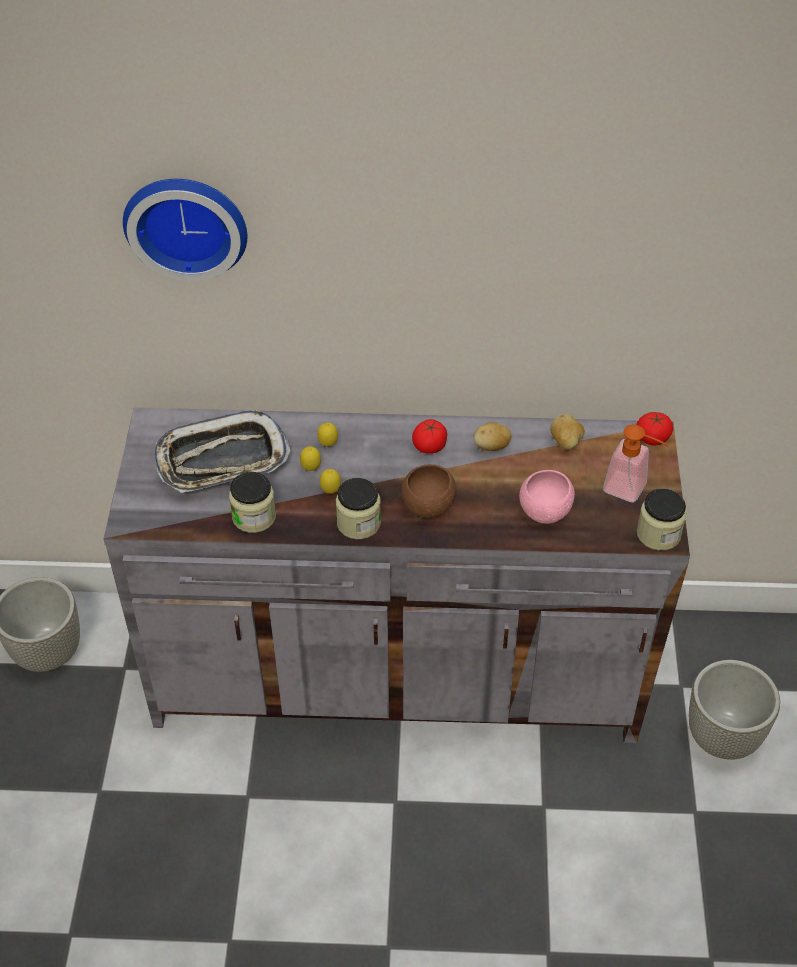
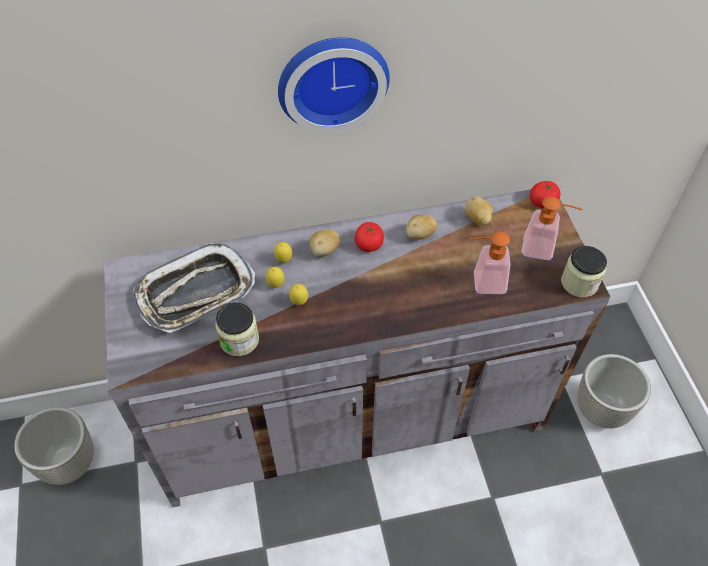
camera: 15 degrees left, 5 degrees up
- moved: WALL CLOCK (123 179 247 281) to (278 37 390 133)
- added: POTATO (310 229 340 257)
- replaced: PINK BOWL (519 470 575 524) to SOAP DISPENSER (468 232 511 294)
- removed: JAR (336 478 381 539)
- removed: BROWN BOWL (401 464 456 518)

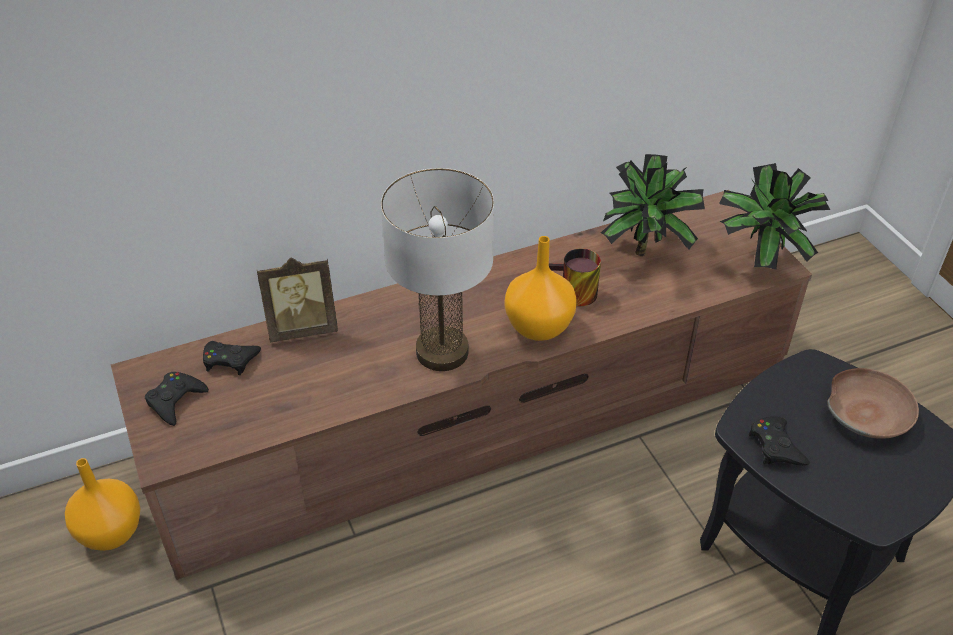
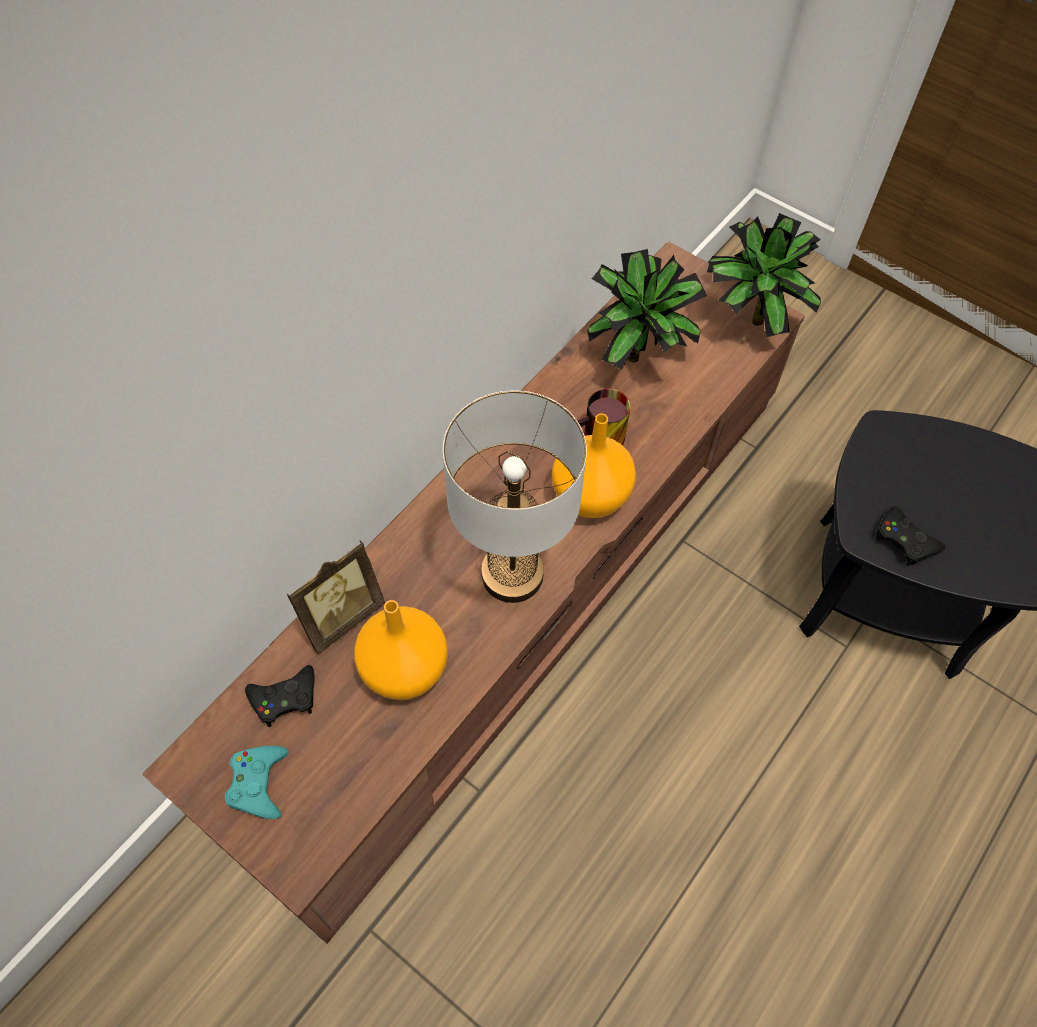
camera: 30 degrees left, 15 degrees up
- recoloured: BLACK GAME CONTROLLER (145 372 209 426) to TURQUOISE GAME CONTROLLER (225 746 289 819)
- moved: ORANGE VASE (65 458 140 551) to (354 600 448 700)
- removed: BROWN BOWL (827 368 919 439)

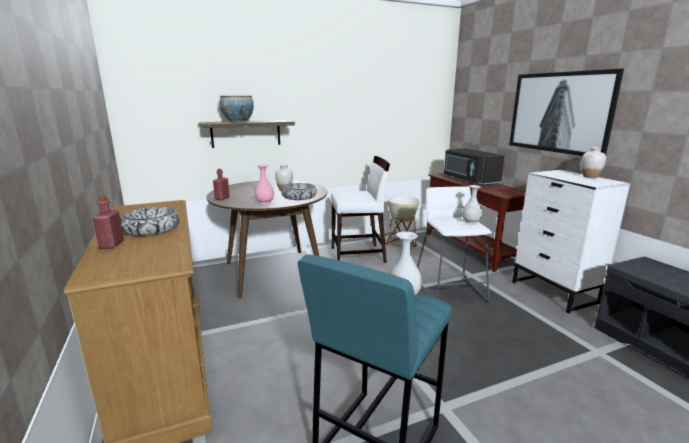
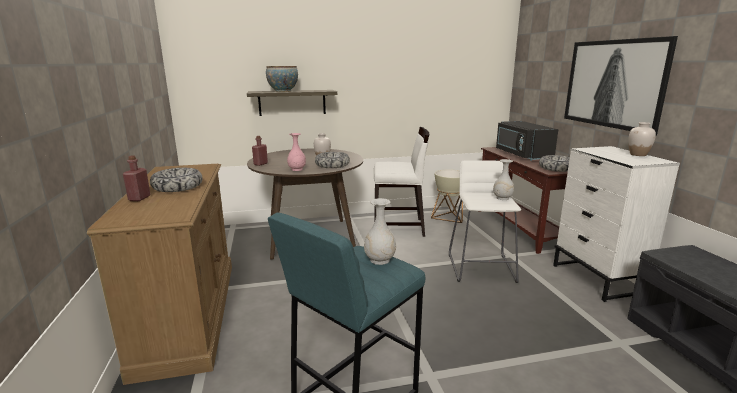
camera: 10 degrees right, 0 degrees up
- added: BOWL (539 155 570 172)

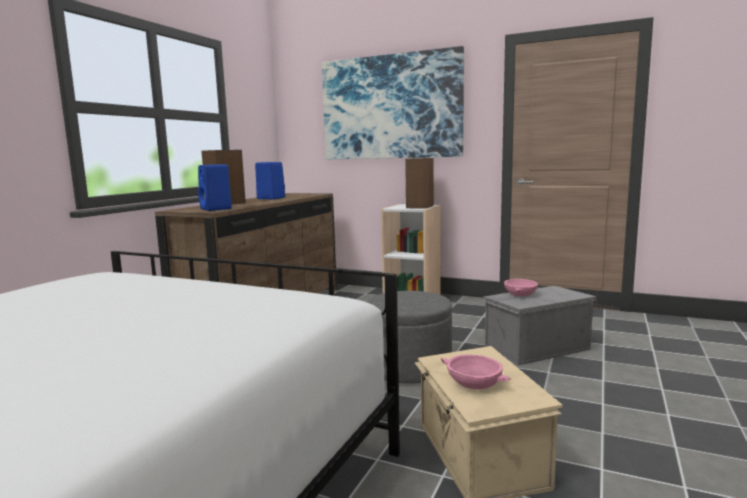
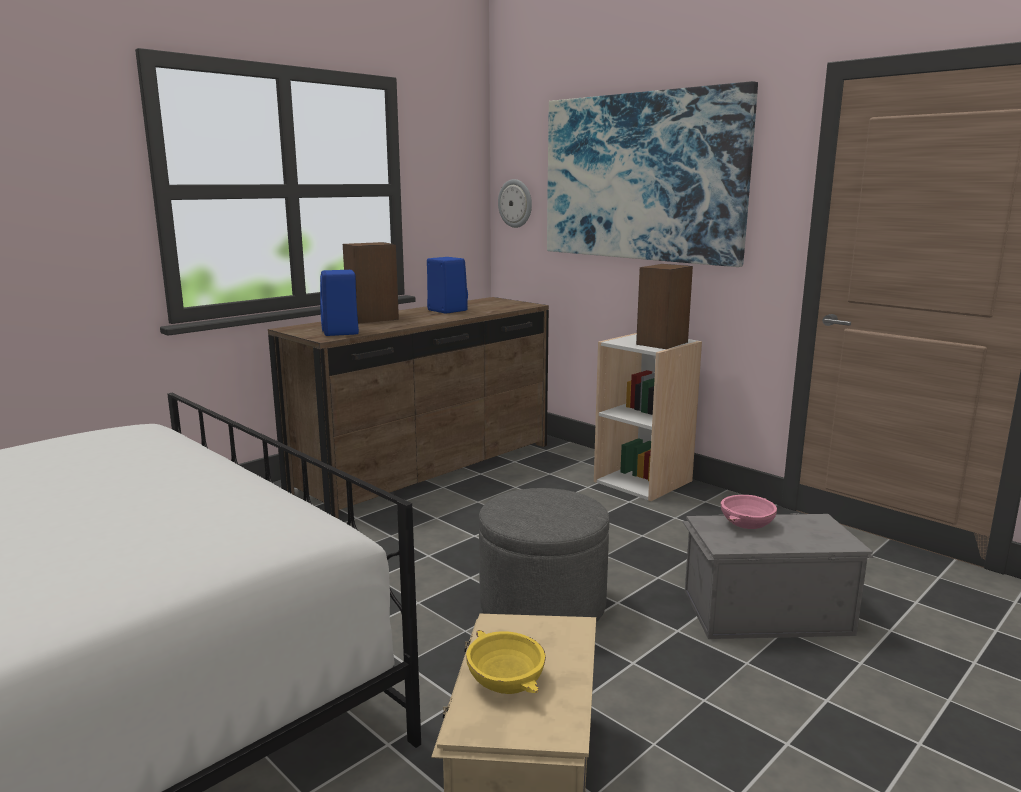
camera: 20 degrees right, 5 degrees up
- recoloured: PINK BOWL (441 354 511 389) to YELLOW BOWL (466 630 546 694)
- added: WALL CLOCK (498 179 532 228)

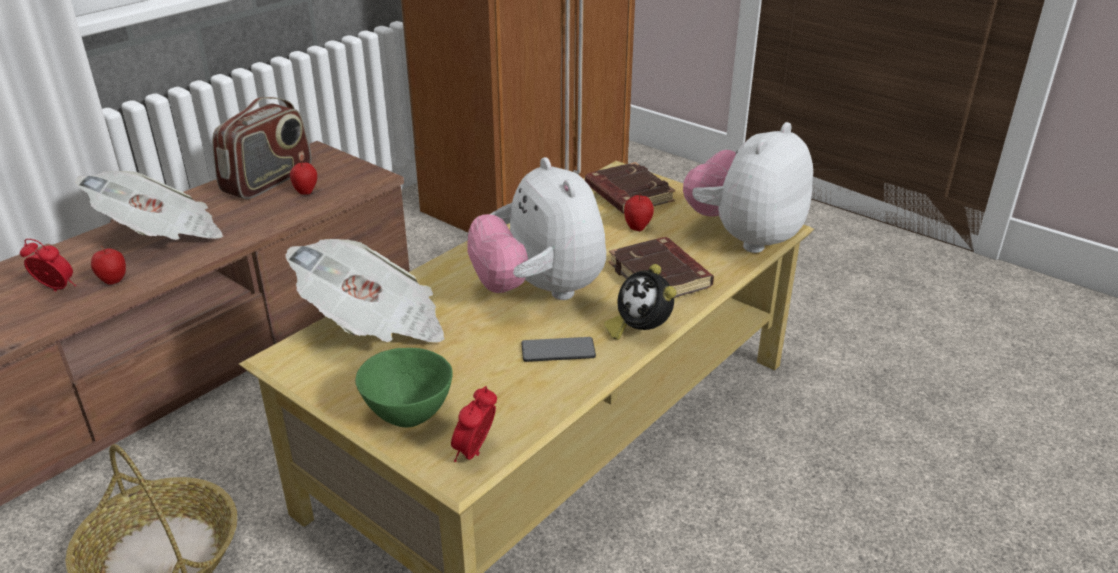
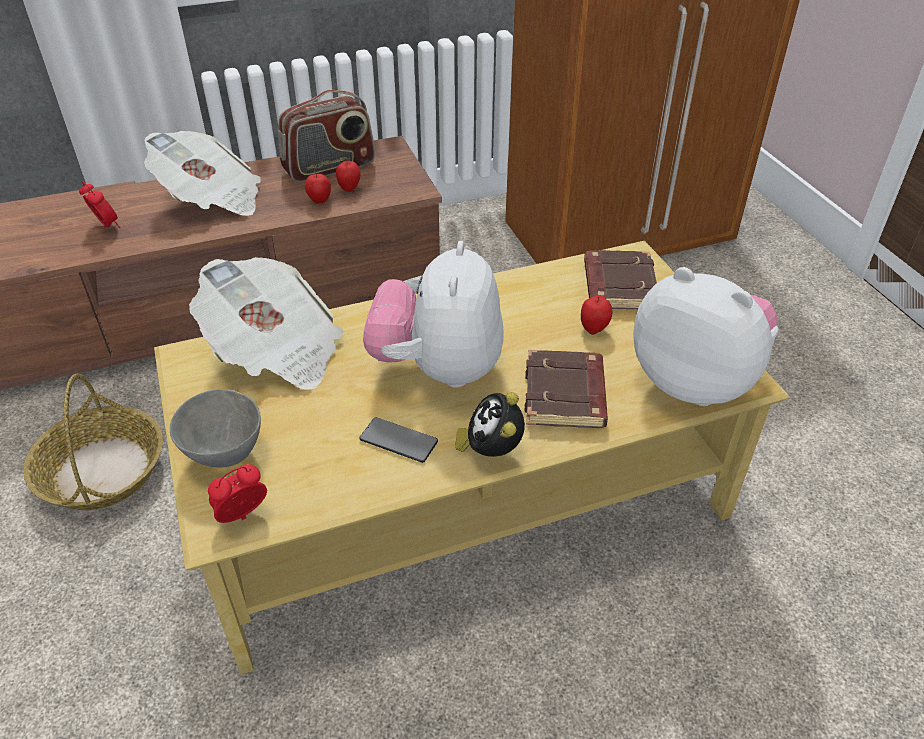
camera: 30 degrees right, 10 degrees up
- recoloured: GREEN BOWL (355 348 453 427) to GREY BOWL (170 389 261 467)
- moved: APPLE (91 246 126 285) to (305 171 331 203)
- turned: PLUSH TOY (683 122 813 253) = (633 267 779 406) 60 degrees clockwise

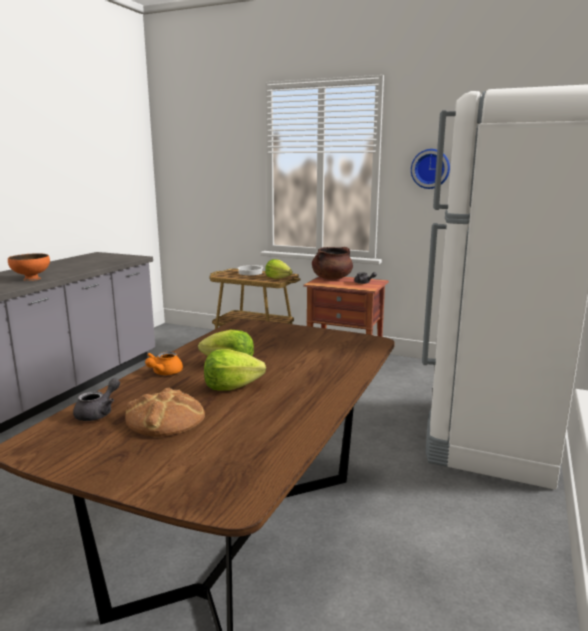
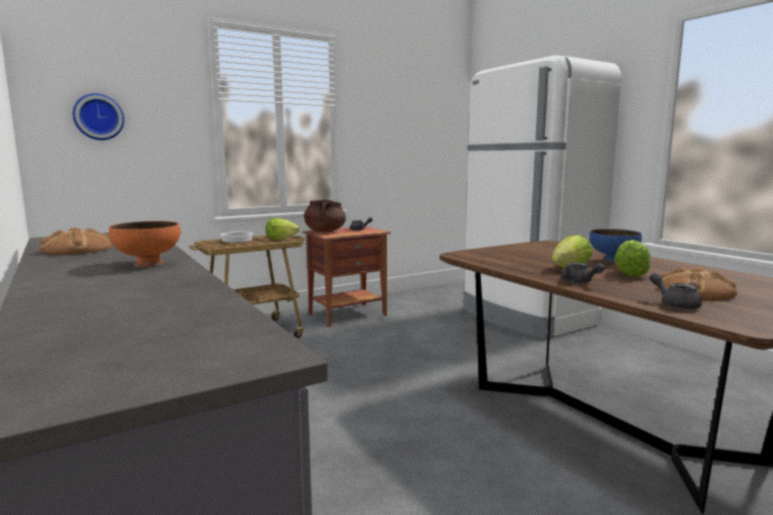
camera: 55 degrees left, 5 degrees down
- added: BREAD (40 227 112 255)
- moved: WALL CLOCK (411 149 450 189) to (73 93 124 140)
- recoloured: ORANGE TEAPOT (145 352 183 375) to GREY TEAPOT (561 262 605 283)
- added: BLUE BOWL (589 229 642 263)

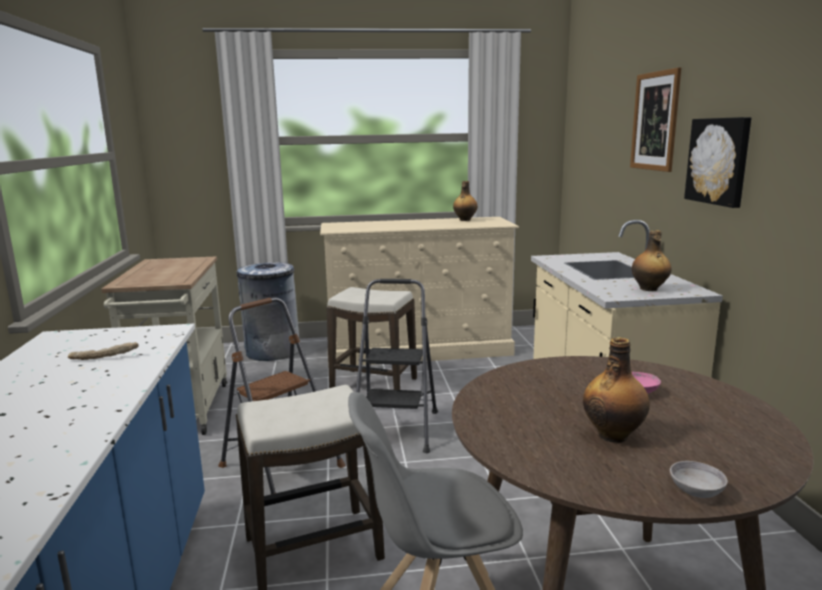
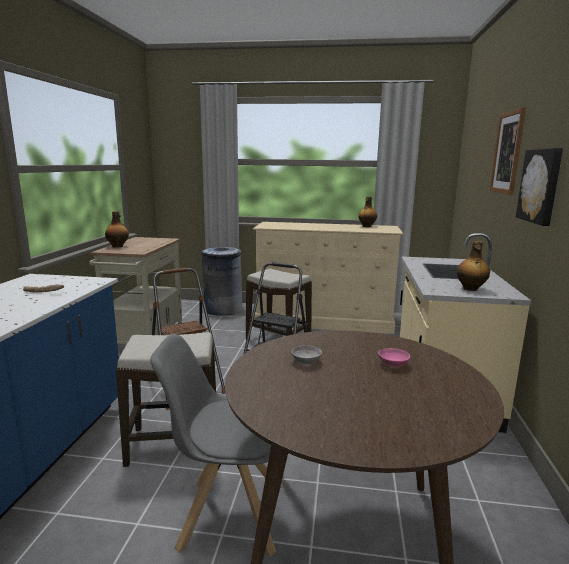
camera: 15 degrees right, 0 degrees up
- moved: BOTTLE (583 337 650 443) to (105 211 129 248)
- moved: GREY BOWL (670 461 728 498) to (291 345 322 364)

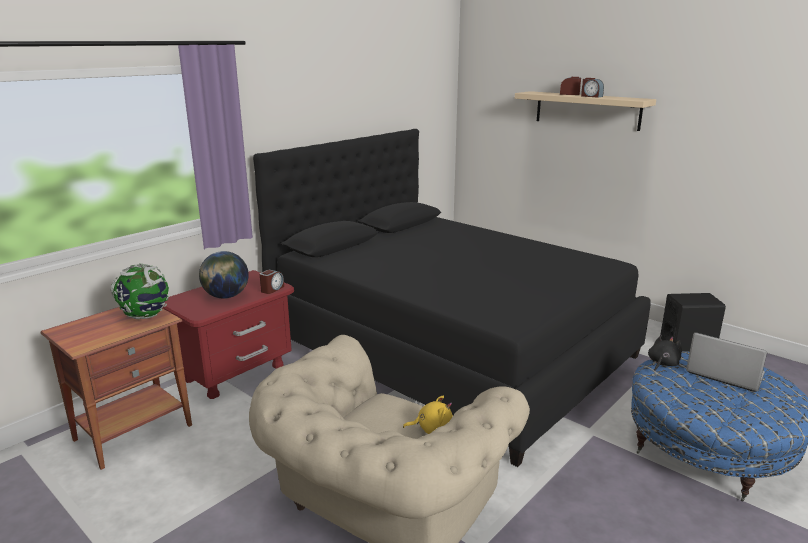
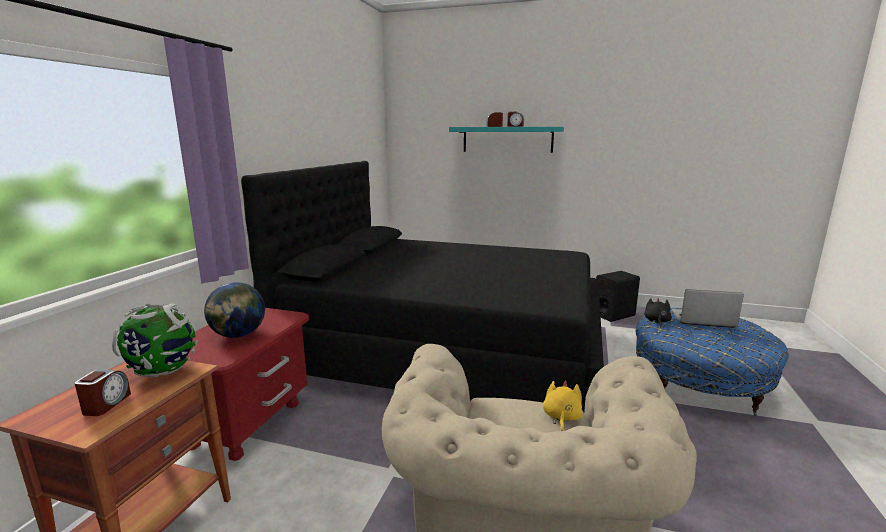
camera: 25 degrees left, 5 degrees down
- moved: ALARM CLOCK (260 270 284 294) to (75 370 131 416)
- recoloured: BEIGE SHELF (515 91 656 131) to TURQUOISE SHELF (449 127 564 153)
- turned: YELLOW PLUSH TOY (403 395 453 434) = (543 380 583 431) 45 degrees counterclockwise

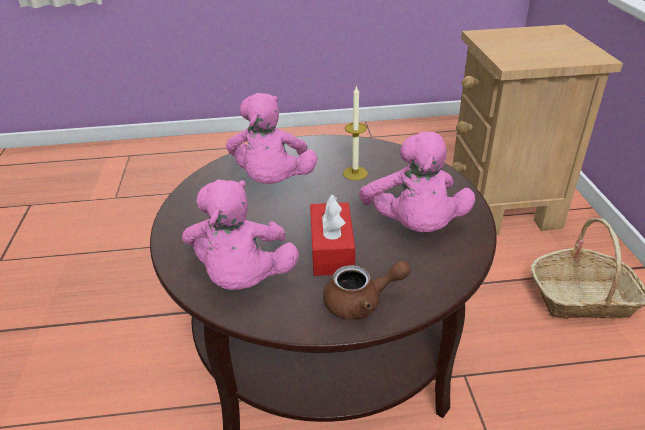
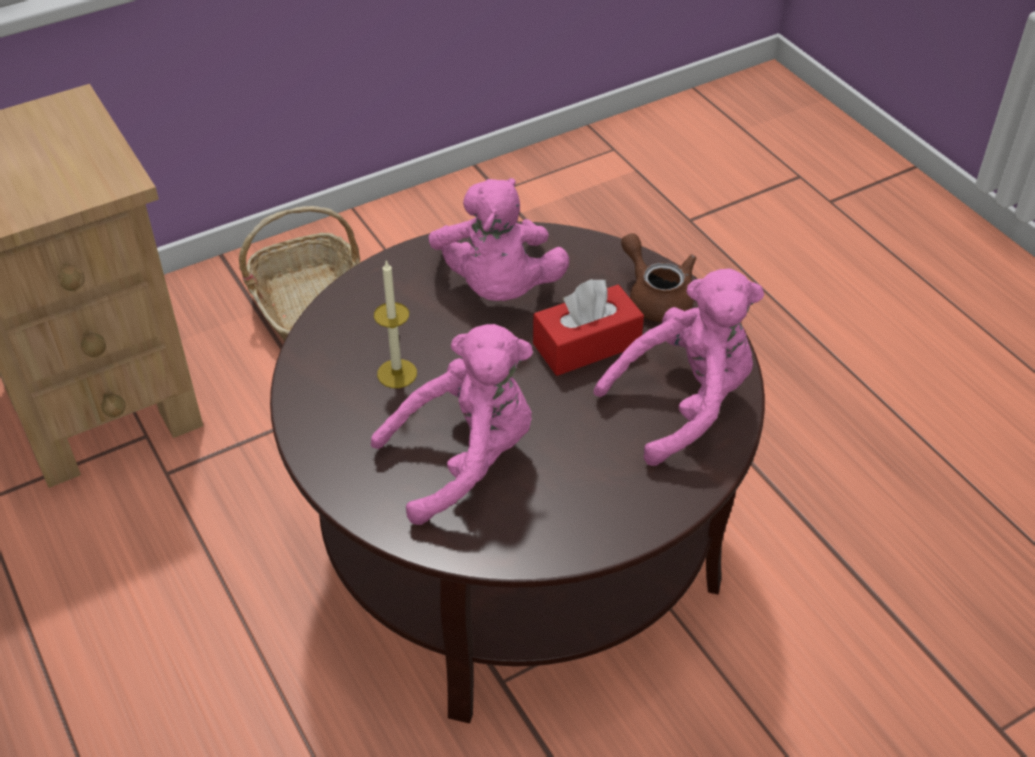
camera: 115 degrees left, 10 degrees up
- turned: PINK PLUSH TOY (359 131 475 232) = (429 178 569 301) 120 degrees clockwise

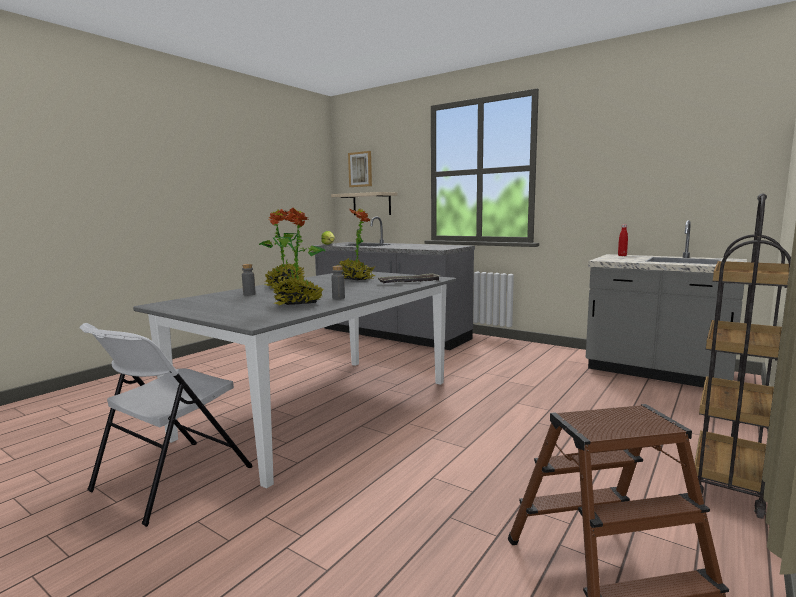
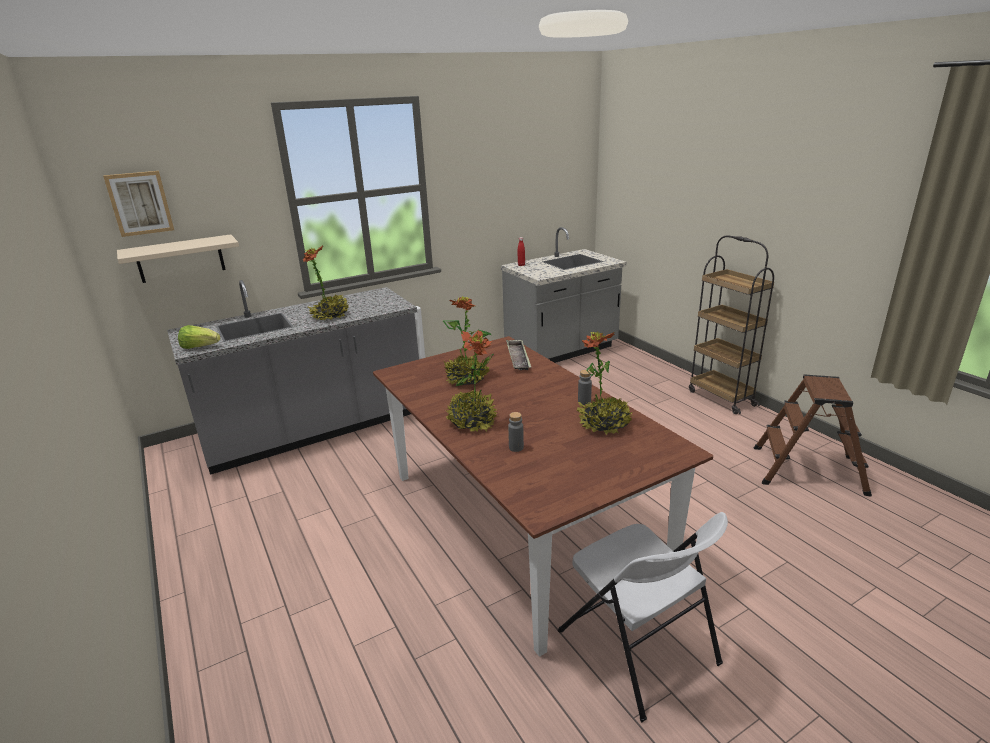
camera: 65 degrees left, 15 degrees up
- added: POTTED PLANT (303 245 349 320)
- recoloured: GREY DINING TABLE (133 271 456 489) to BROWN DINING TABLE (373 336 713 656)

